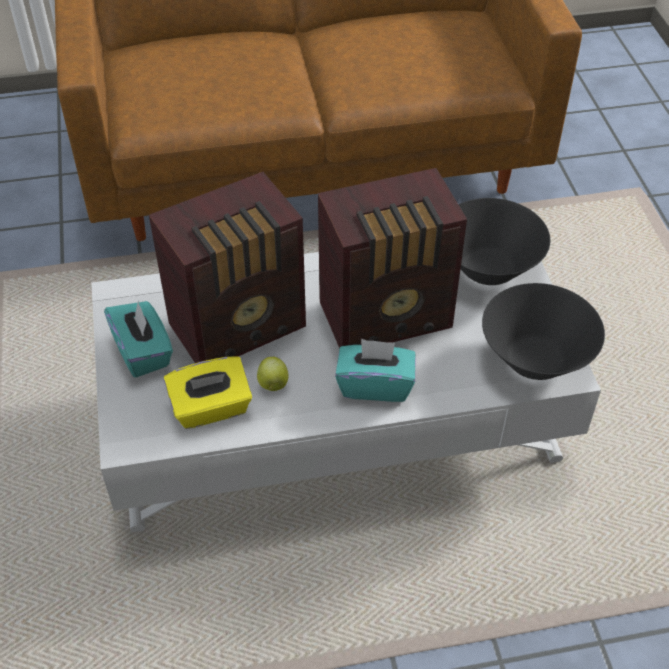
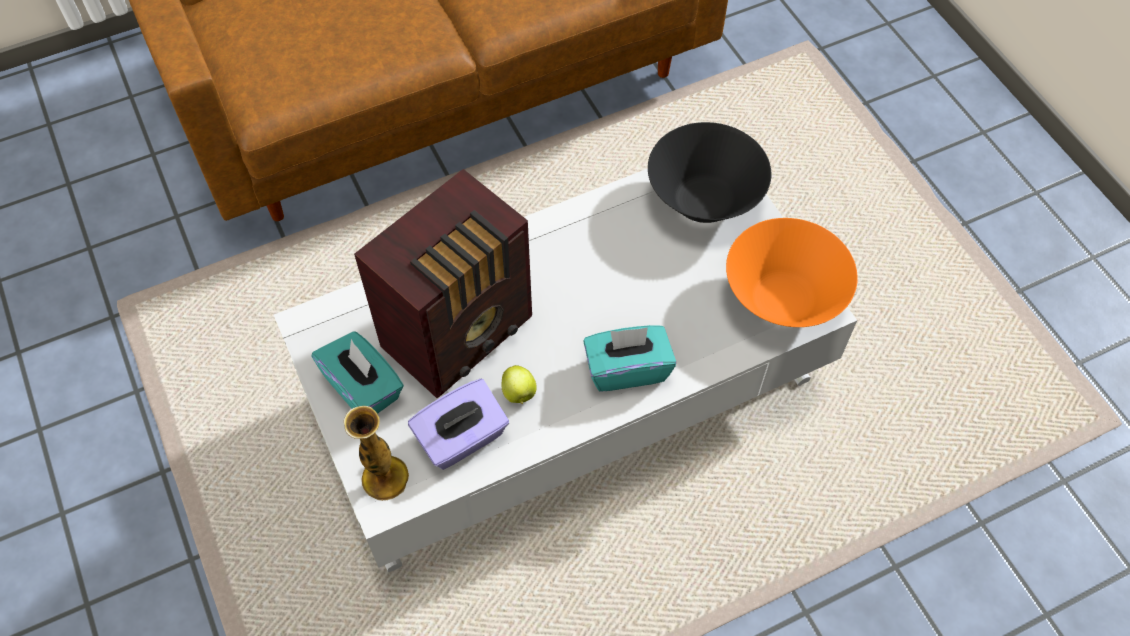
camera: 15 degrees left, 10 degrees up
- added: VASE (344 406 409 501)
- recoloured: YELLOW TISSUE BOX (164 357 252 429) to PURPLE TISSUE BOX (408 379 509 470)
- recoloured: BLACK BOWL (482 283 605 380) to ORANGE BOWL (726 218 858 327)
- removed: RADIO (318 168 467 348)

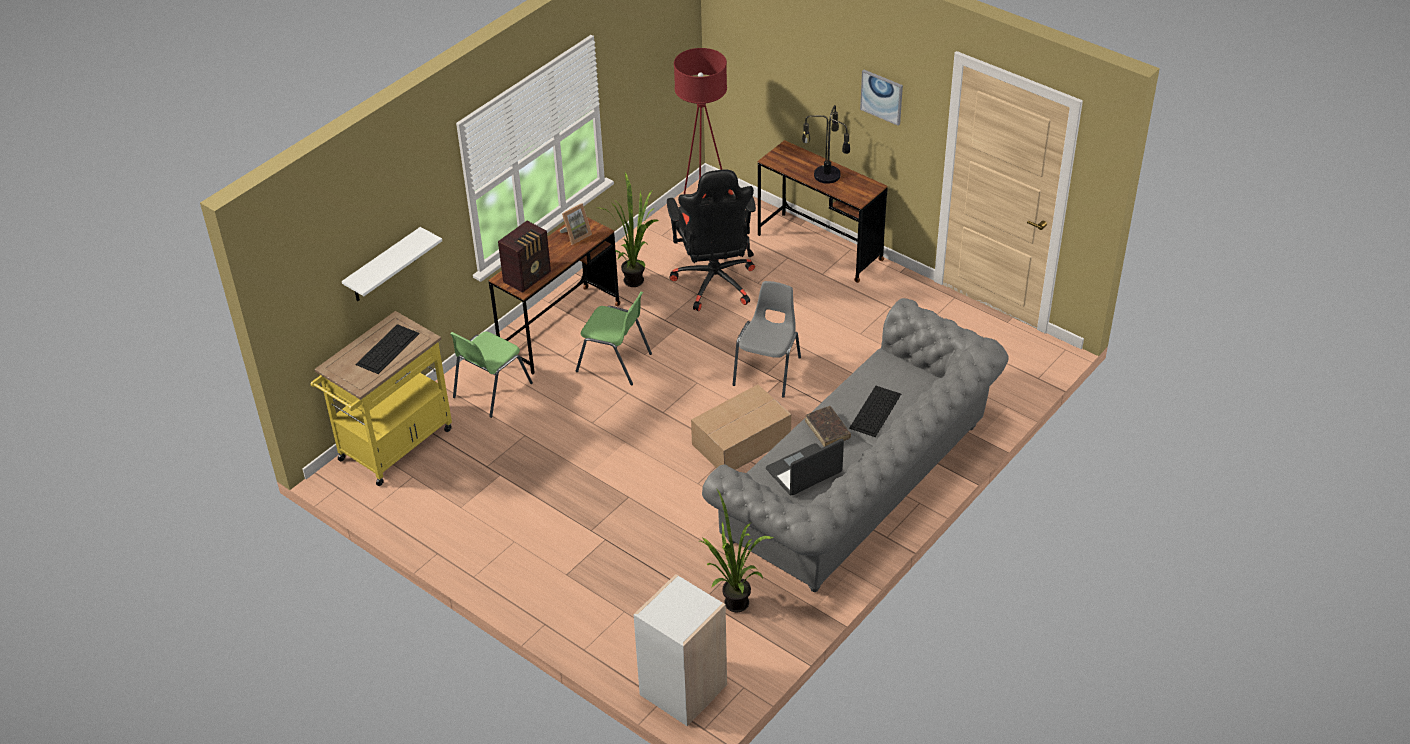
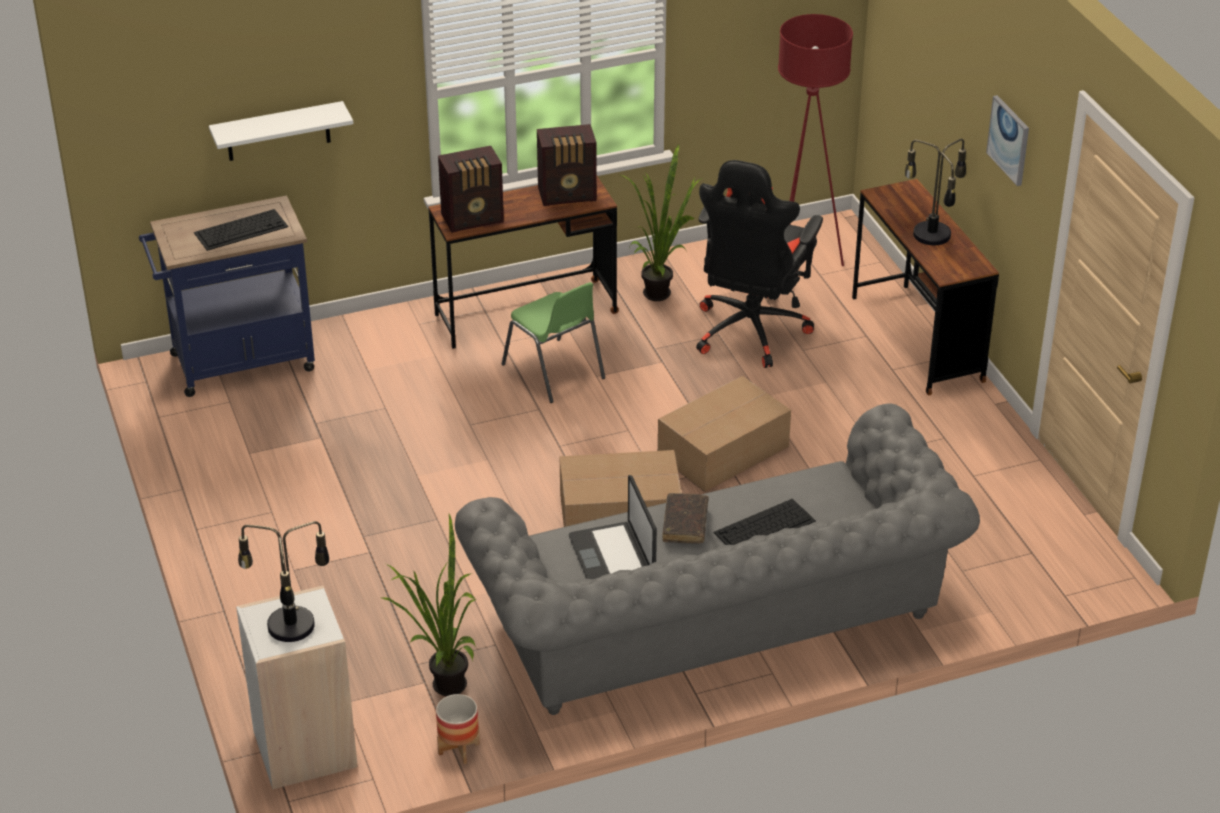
camera: 30 degrees right, 5 degrees down
- recoloured: YELLOW CART (311 311 452 486) to BLUE CART (139 195 315 397)
- added: TABLE LAMP (238 521 329 642)
- added: PLANTER (436 694 480 764)
- replaced: PICTURE FRAME (560 203 592 245) to RADIO (537 124 597 206)
- turned: LAPTOP (766 439 844 495) = (569 475 657 579) 105 degrees counterclockwise
- replaced: GREY CHAIR (733 281 801 398) to CARDBOARD BOX (658 376 791 492)
- removed: GREEN CHAIR (450 331 533 418)

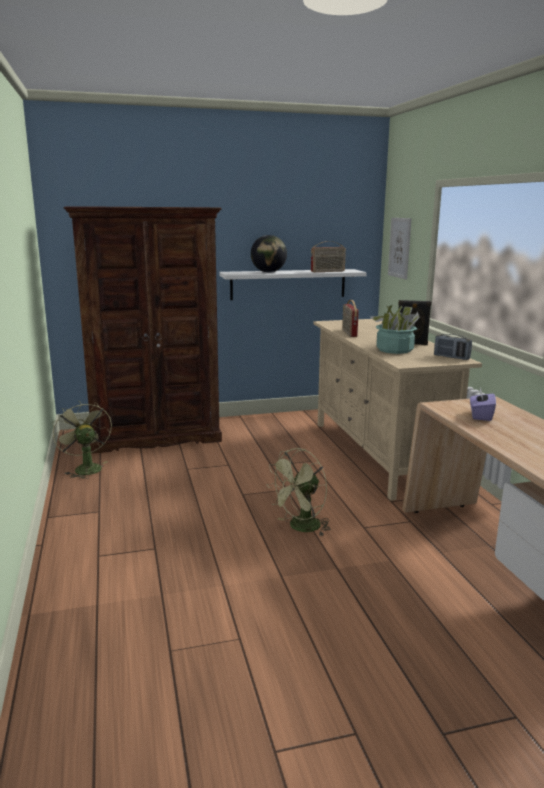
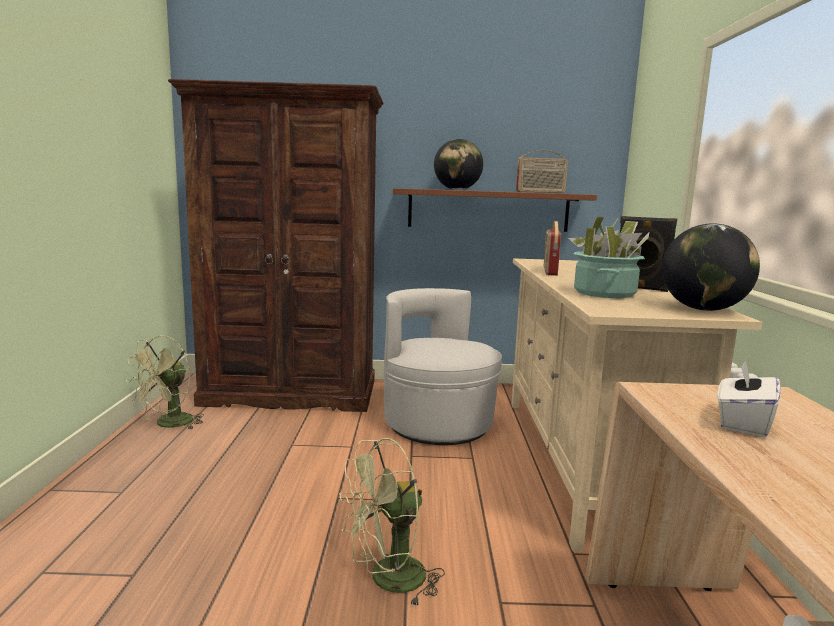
camera: 15 degrees right, 5 degrees down
- turned: GREEN FAN (52 401 112 479) = (126 335 204 430) 135 degrees counterclockwise
- added: WHITE ARMCHAIR (384 288 502 445)
- recoloured: WHITE SHELF (219 269 367 300) to BROWN SHELF (393 188 597 232)
- replaced: RADIO (434 334 472 360) to GLOBE (662 224 760 311)
- recoloured: PURPLE TISSUE BOX (470 387 496 421) to WHITE TISSUE BOX (717 359 780 437)
- removed: PICTURE (388 218 412 279)

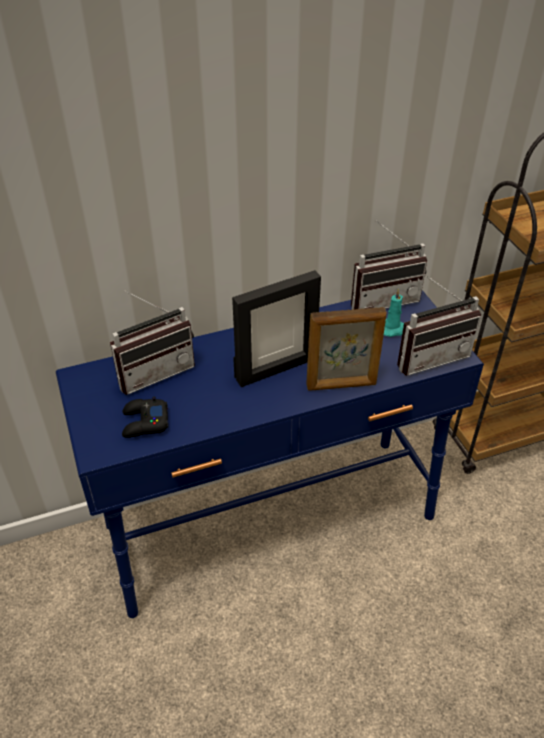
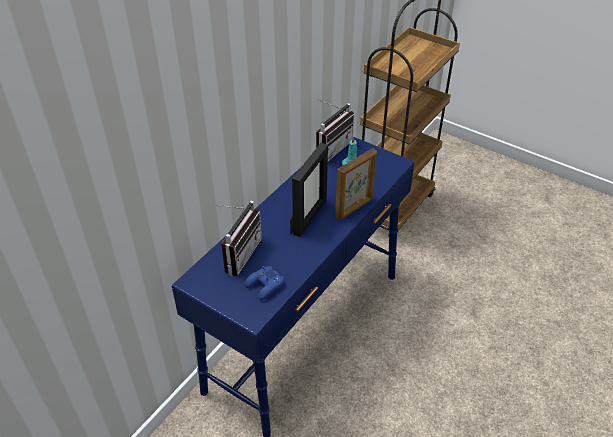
camera: 35 degrees left, 0 degrees up
- recoloured: BLACK GAME CONTROLLER (122 396 168 438) to BLUE GAME CONTROLLER (245 266 284 300)
- removed: RADIO (397 274 481 376)

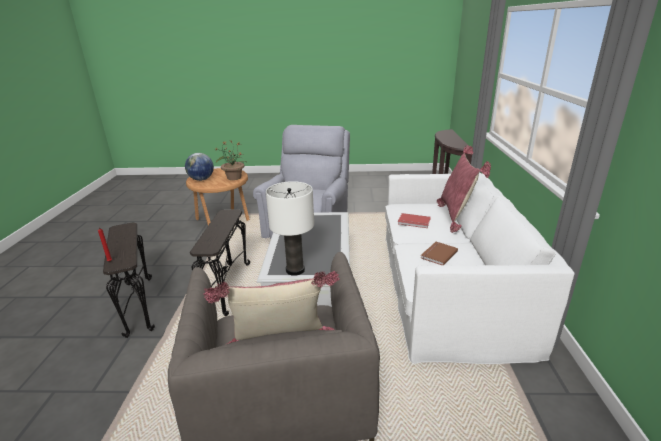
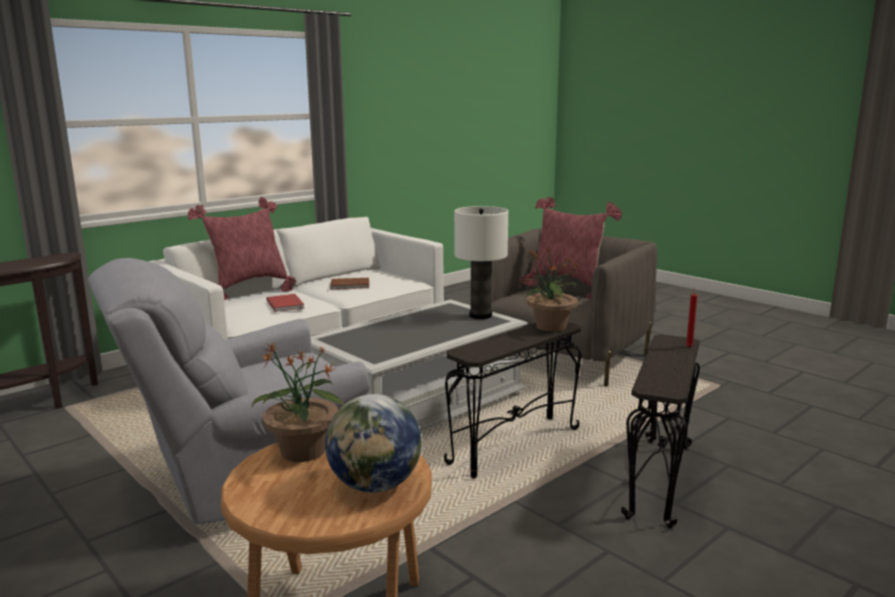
camera: 135 degrees left, 10 degrees down
- added: POTTED PLANT (524 247 579 332)

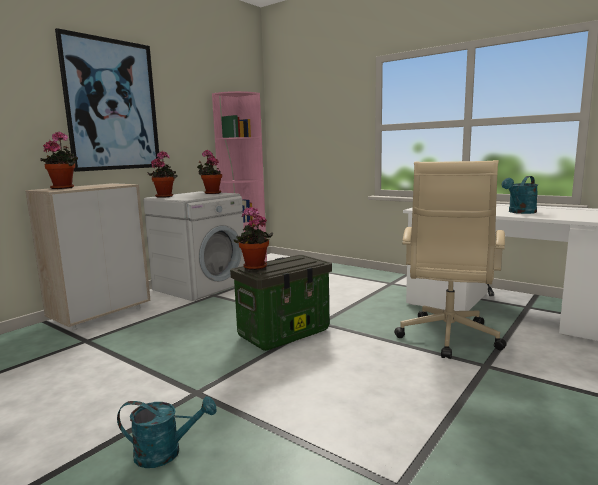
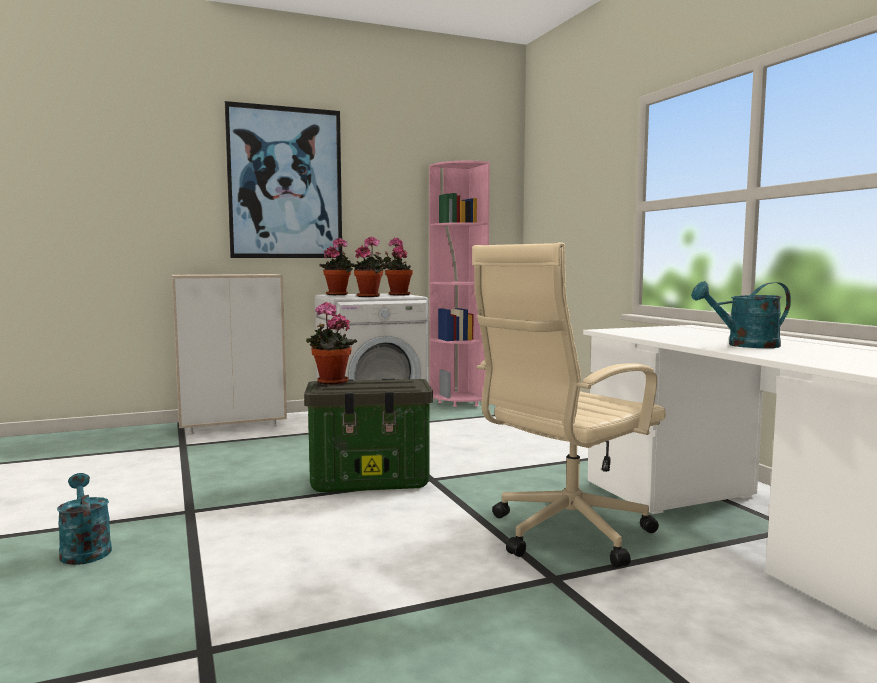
camera: 30 degrees right, 5 degrees down
- turned: TURQUOISE WATERING CAN (117 396 217 468) = (57 473 112 565) 150 degrees counterclockwise
- moved: POTTED PLANT (40 132 78 189) to (352 236 387 297)

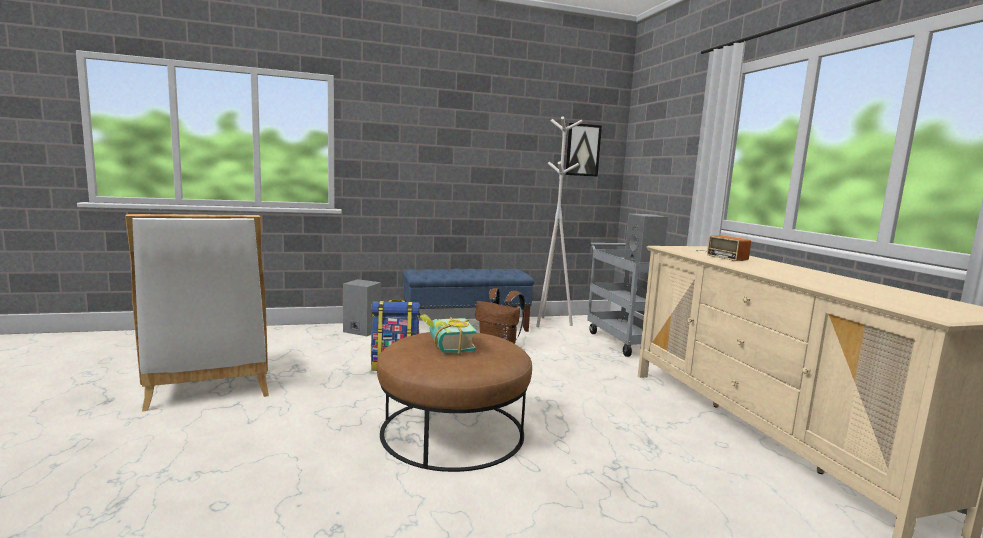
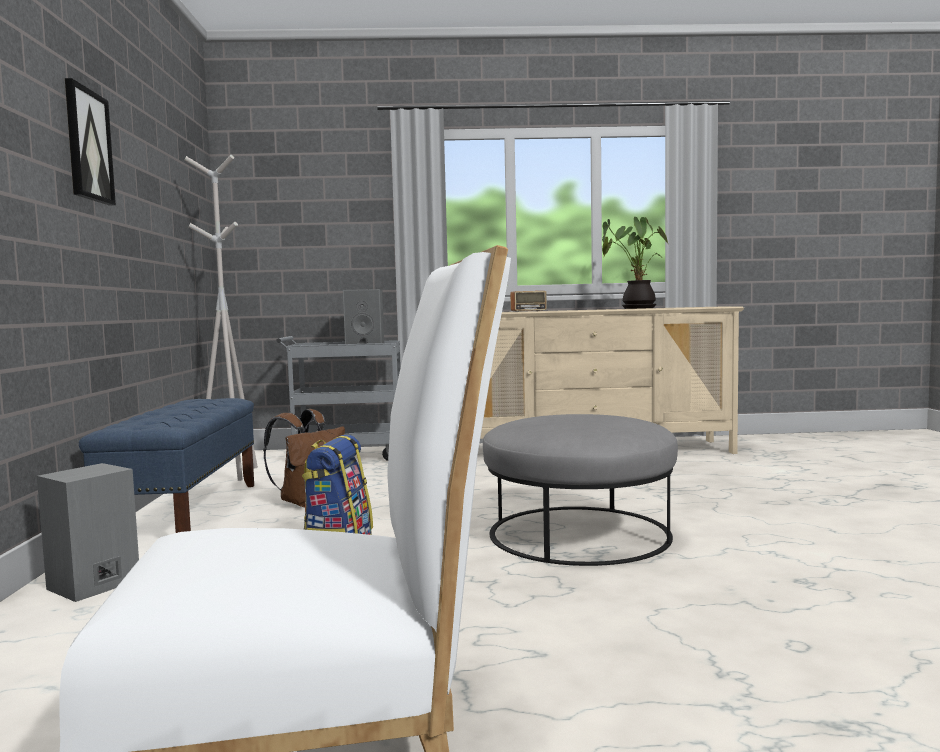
camera: 75 degrees left, 5 degrees down
- moved: PICTURE (565 123 602 177) to (65 78 116 206)
- recoloured: BROWN OTTOMAN (377 332 532 472) to GREY OTTOMAN (483 414 678 566)
- added: POTTED PLANT (602 217 668 309)
- removed: BOOK (420 314 477 355)

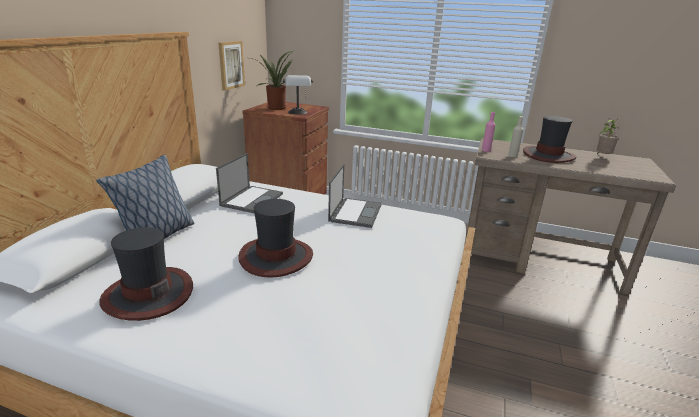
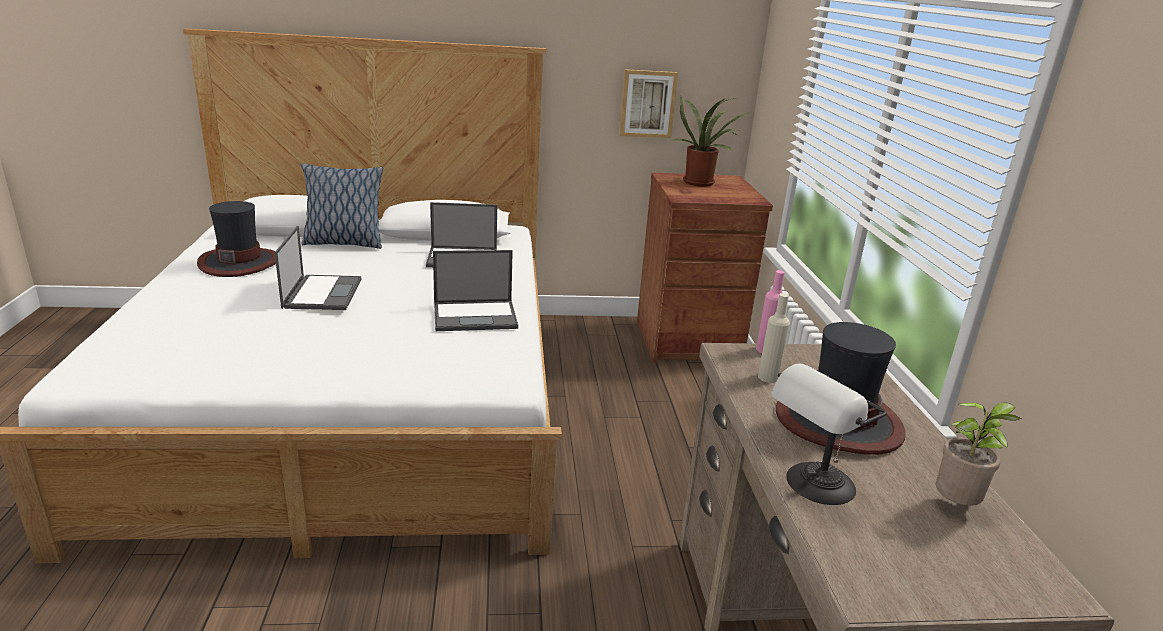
camera: 65 degrees right, 0 degrees up
- replaced: HAT (238 199 313 278) to LAPTOP (275 226 361 310)
- moved: TABLE LAMP (283 75 313 115) to (771 364 887 505)

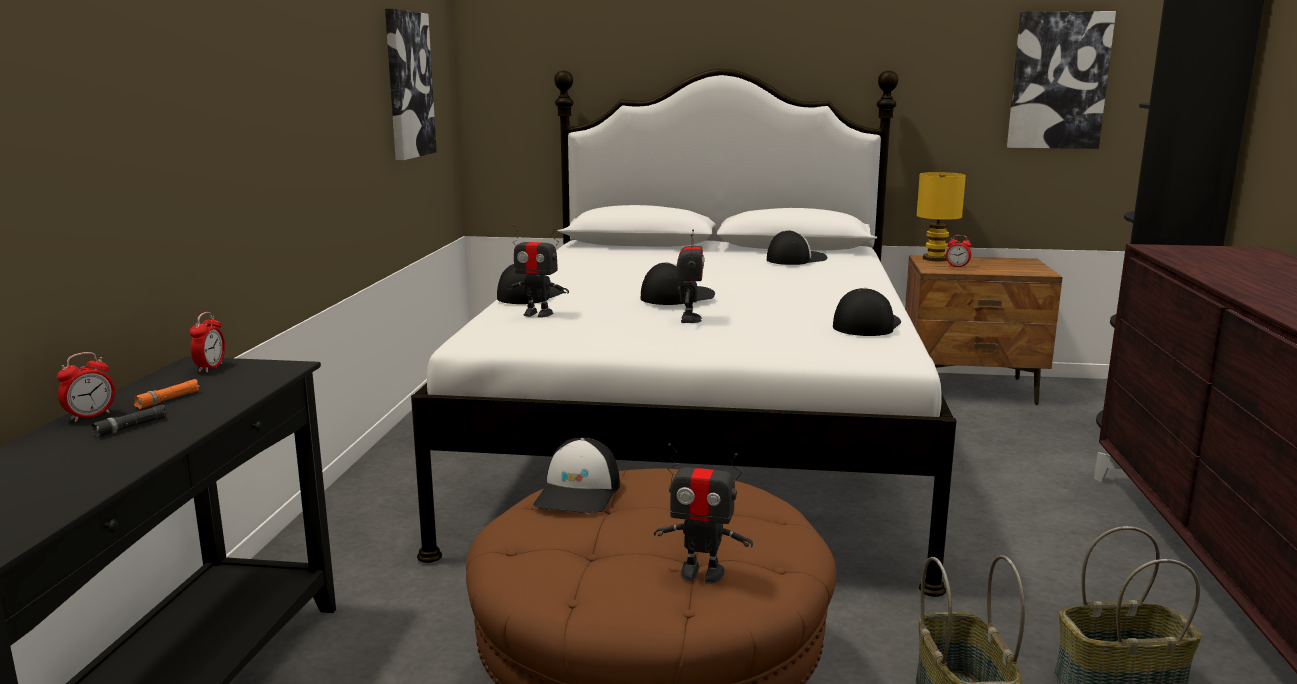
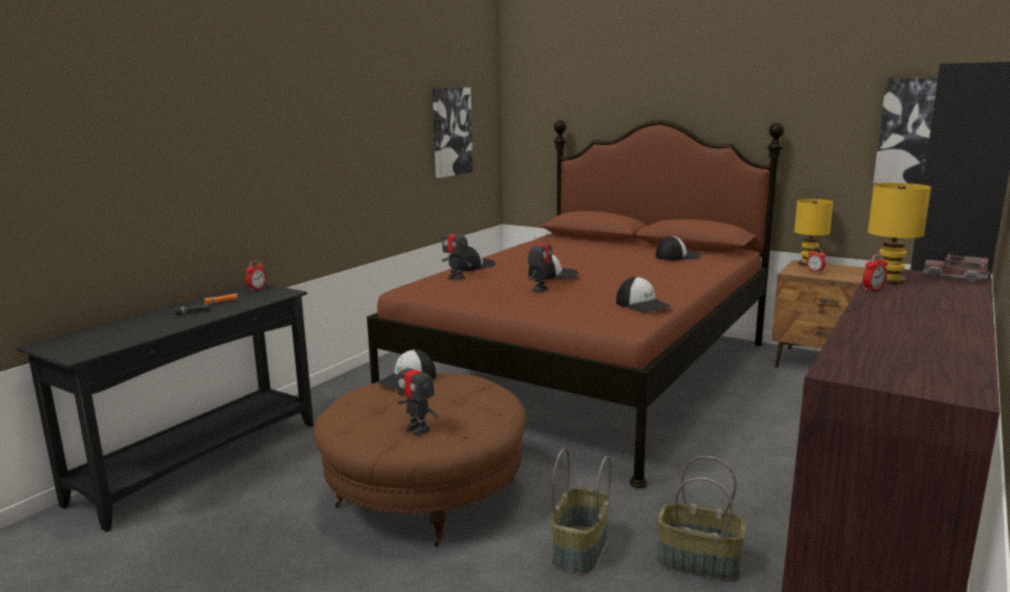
camera: 25 degrees right, 0 degrees up
- recoloured: WHITE BED (411 68 957 597) to BROWN BED (367 120 784 488)
- turned: CAP (833 288 901 336) = (616 277 671 313) 90 degrees clockwise
- moved: ALARM CLOCK (57 352 115 422) to (863 254 888 292)
- added: YELLOW TABLE LAMP (868 183 931 285)
- added: TOY TRUCK (923 253 990 283)

